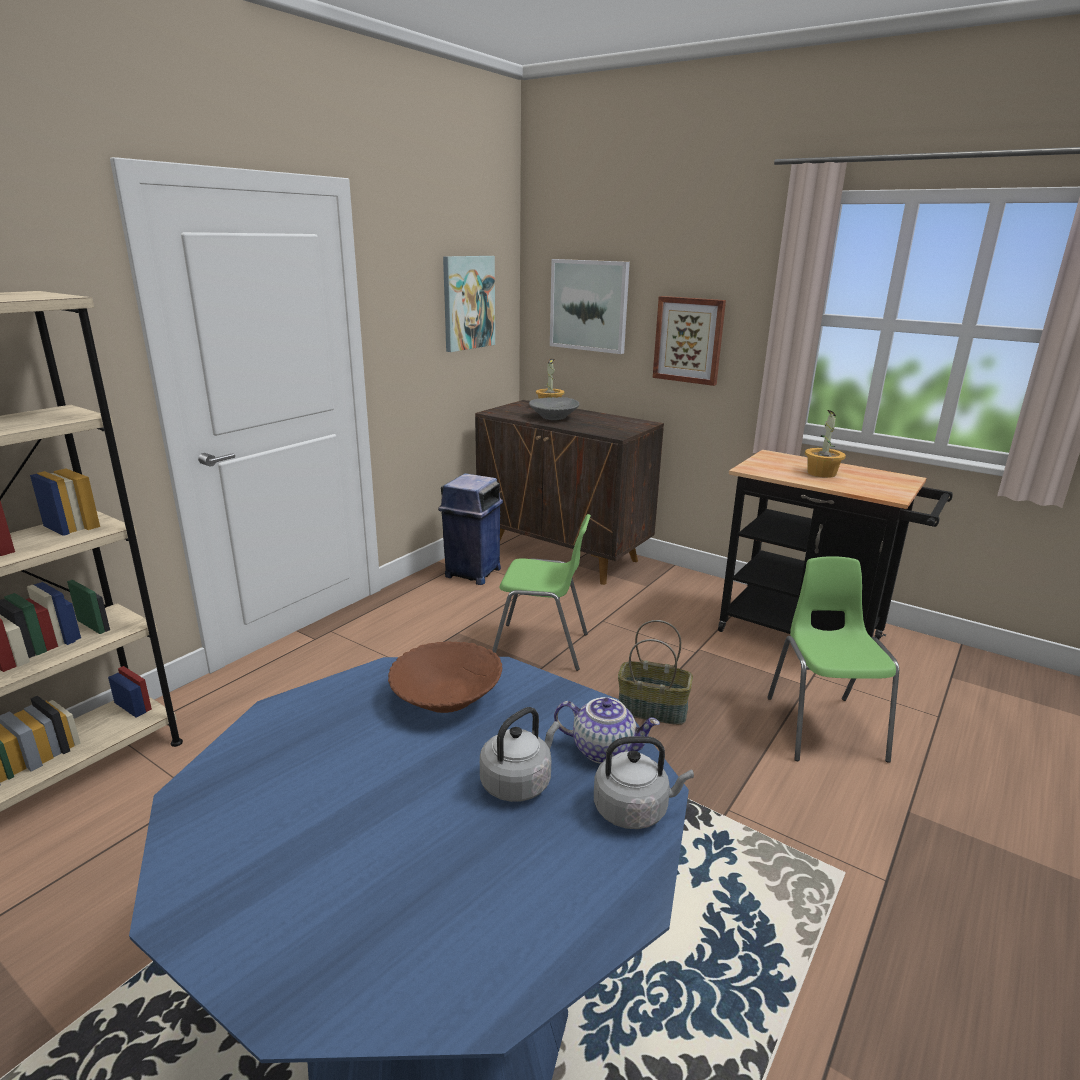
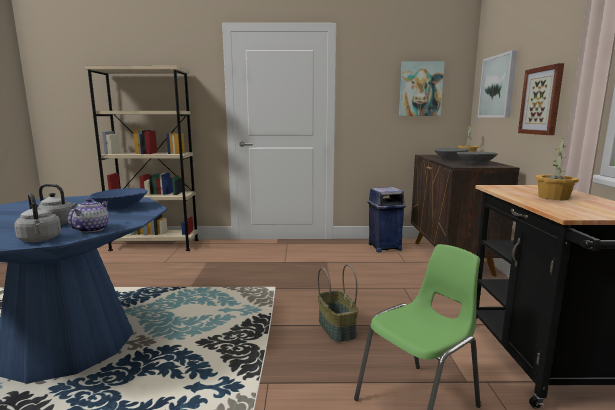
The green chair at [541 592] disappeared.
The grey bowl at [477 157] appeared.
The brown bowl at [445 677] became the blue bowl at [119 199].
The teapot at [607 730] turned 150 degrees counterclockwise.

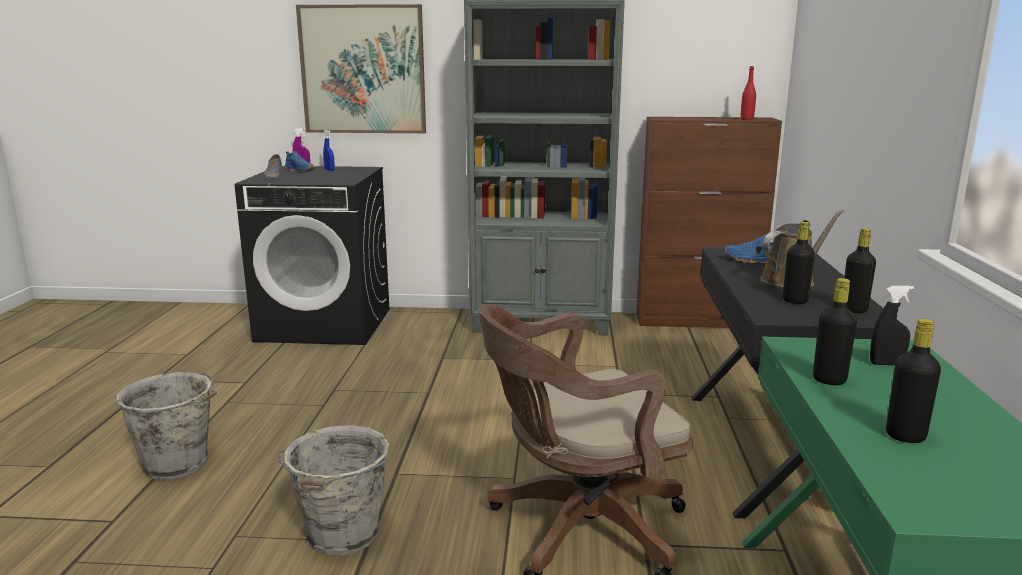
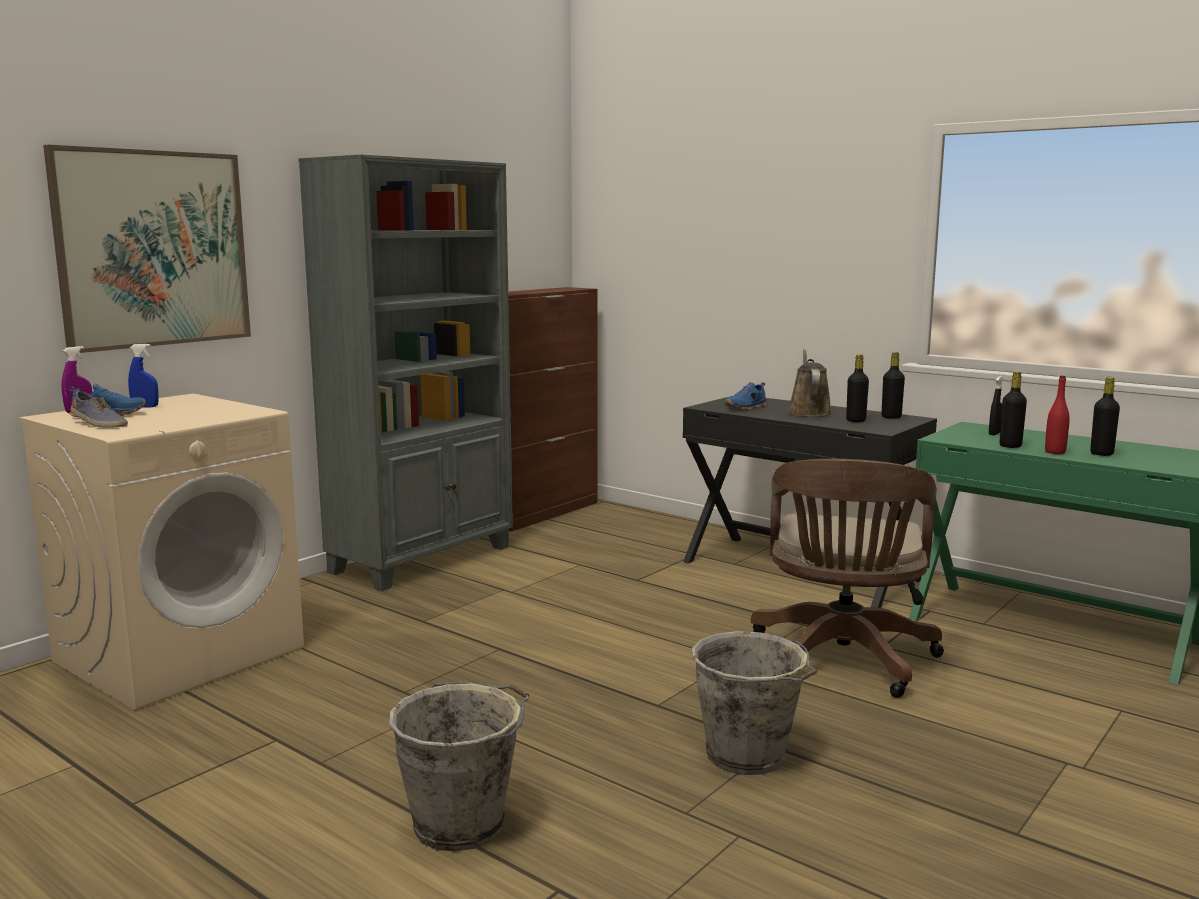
The red bottle moved from [748 93] to [1057 415].
The black washing machine at [312 255] became the beige washing machine at [161 551].

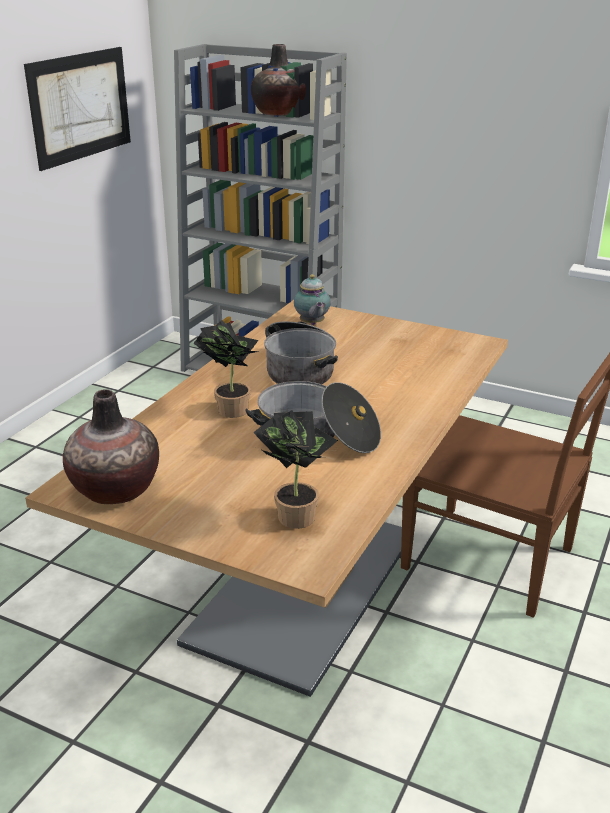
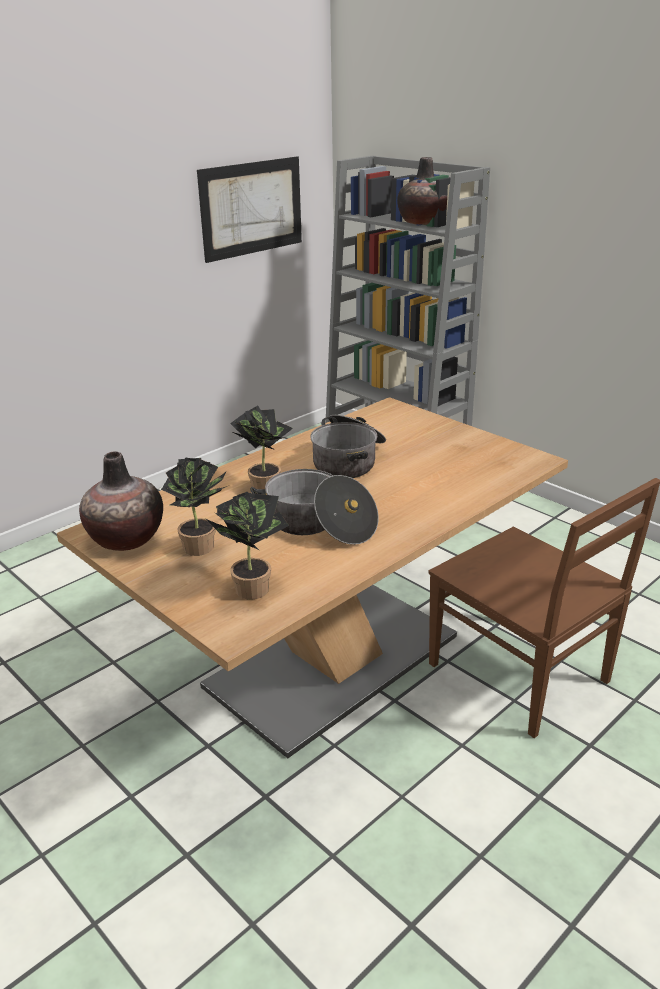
The teapot at [312 299] disappeared.
The potted plant at [194 507] appeared.

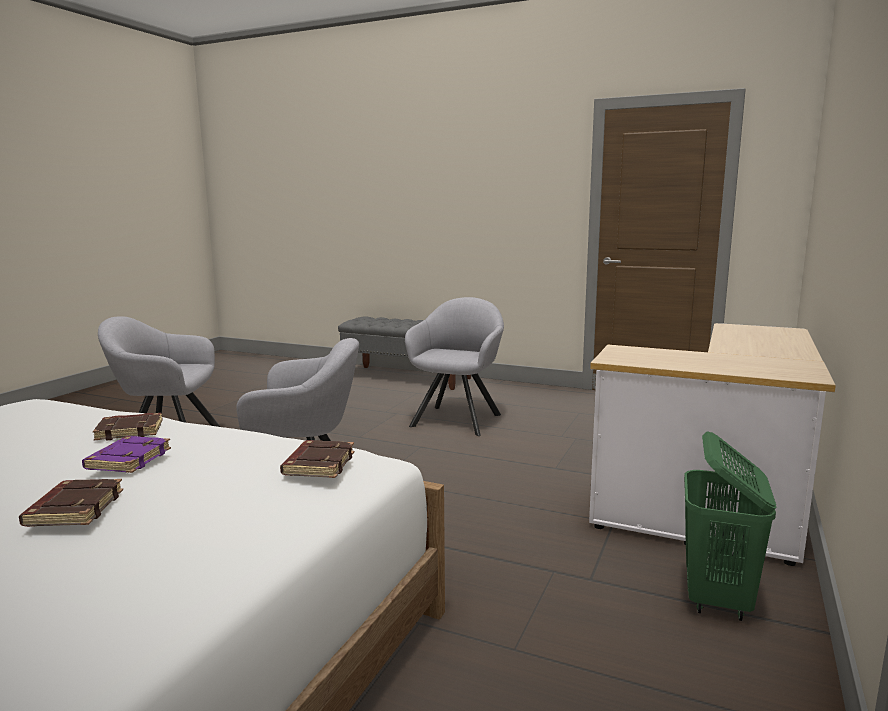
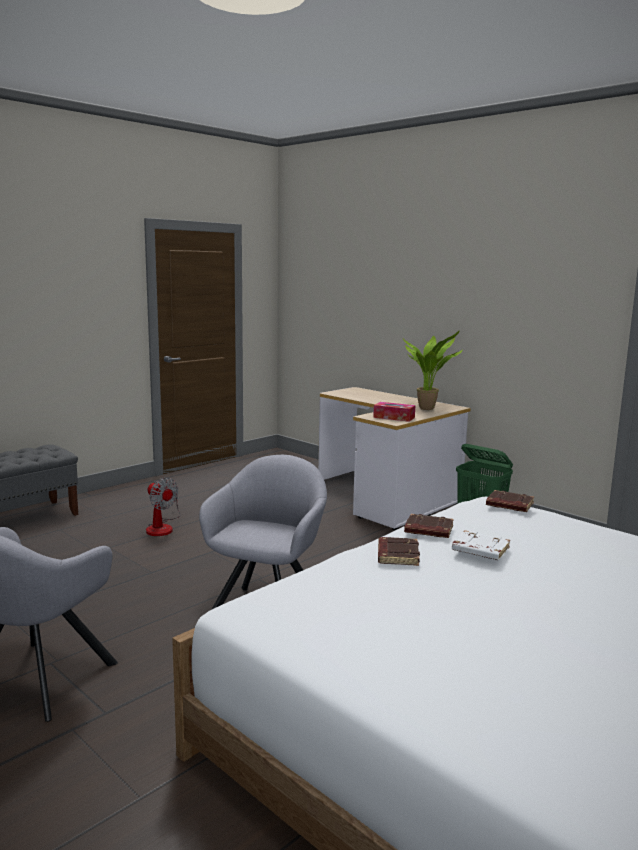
The tissue box at [394 412] appeared.
The potted plant at [433 370] appeared.
The brown book moved from [71 503] to [429 526].
The grey armchair at [454 366] was replaced by the fan at [163 506].
The purple book at [126 454] became the white book at [481 545].

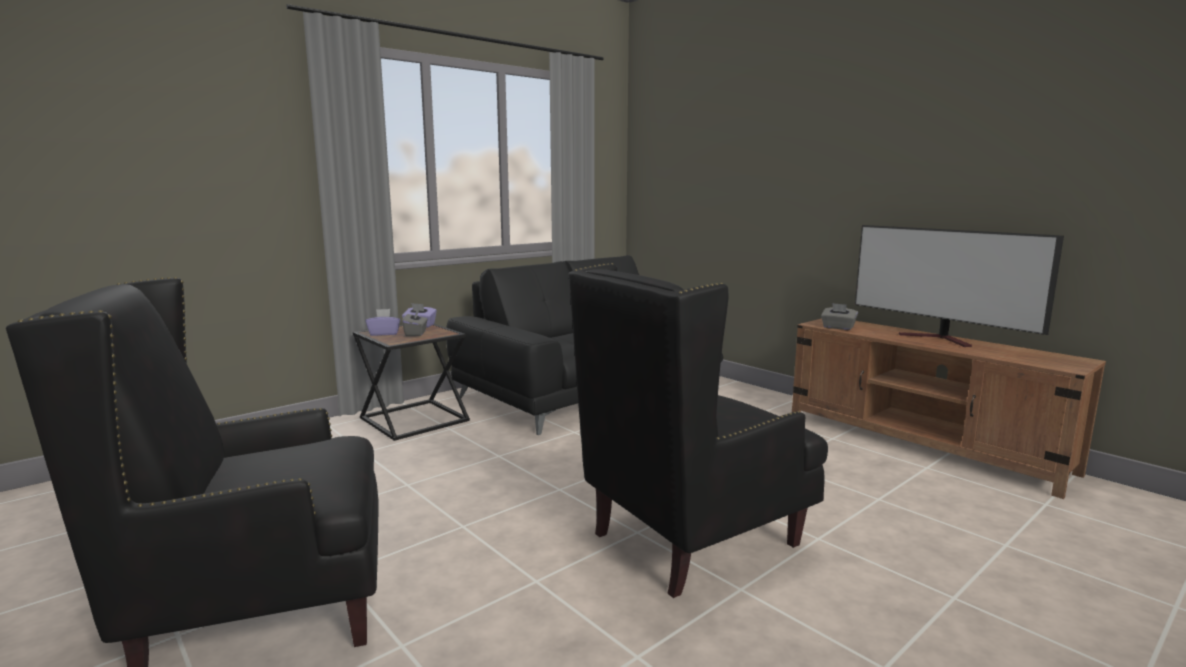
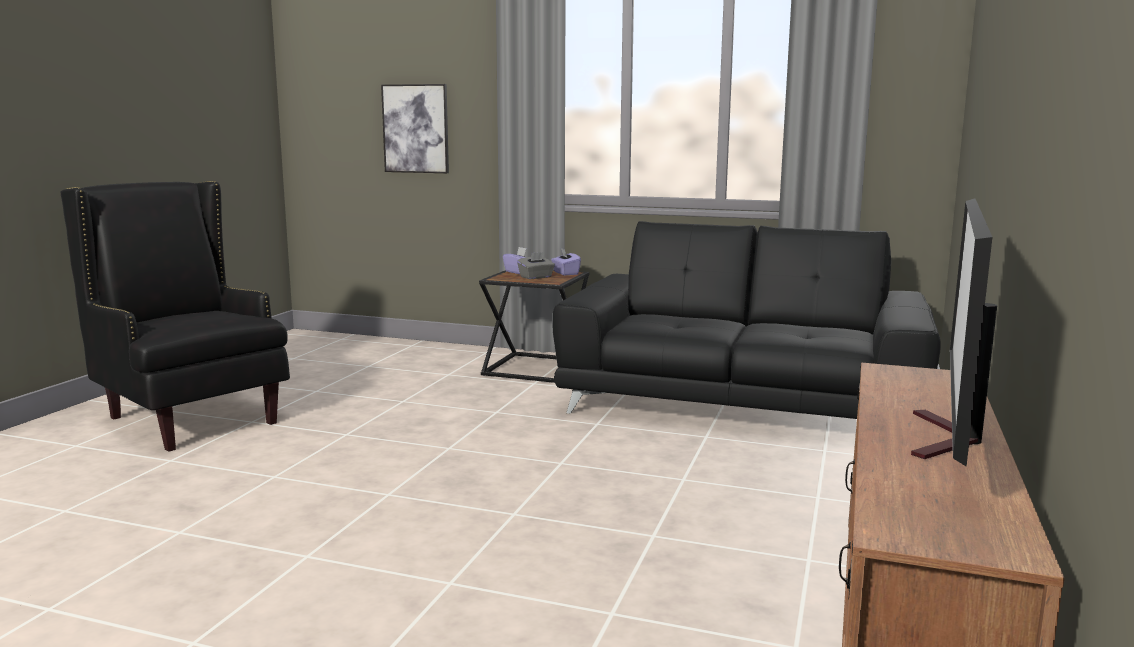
The black armchair at [698 430] disappeared.
The grey tissue box at [839 316] disappeared.
The picture at [415 128] appeared.

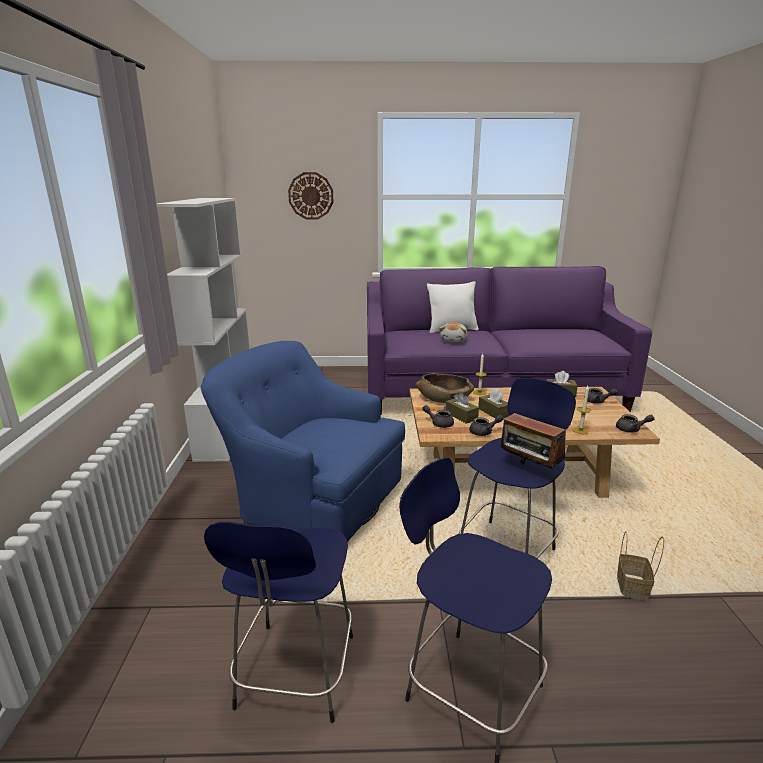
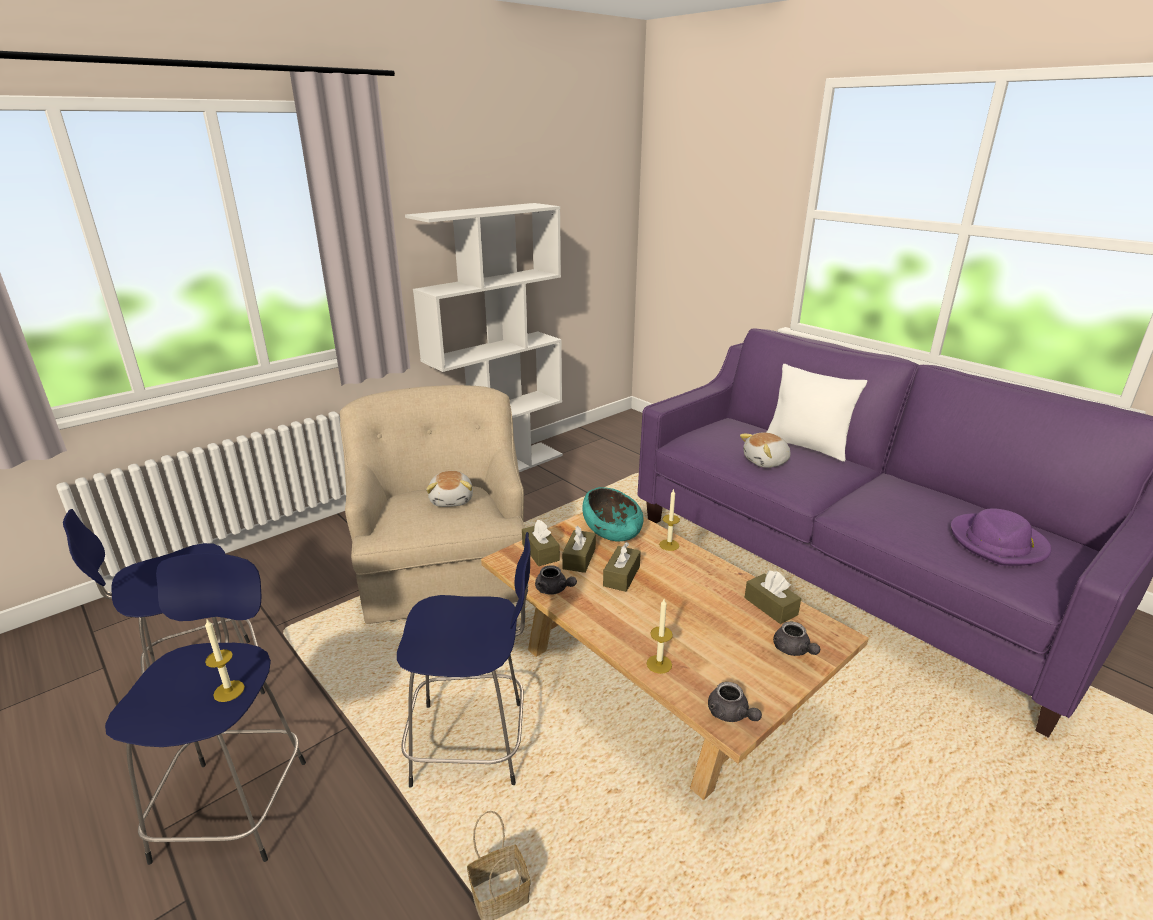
The wall clock at [310 196] disappeared.
The radio at [533 438] disappeared.
The candle at [225 661] appeared.
The plush toy at [449 489] appeared.
The purple hat at [1001 537] appeared.
The grey teapot at [438 416] was replaced by the brown tissue box at [541 543].
The blue armchair at [303 441] became the beige armchair at [432 504].
The brown bowl at [445 388] became the turquoise bowl at [612 514].

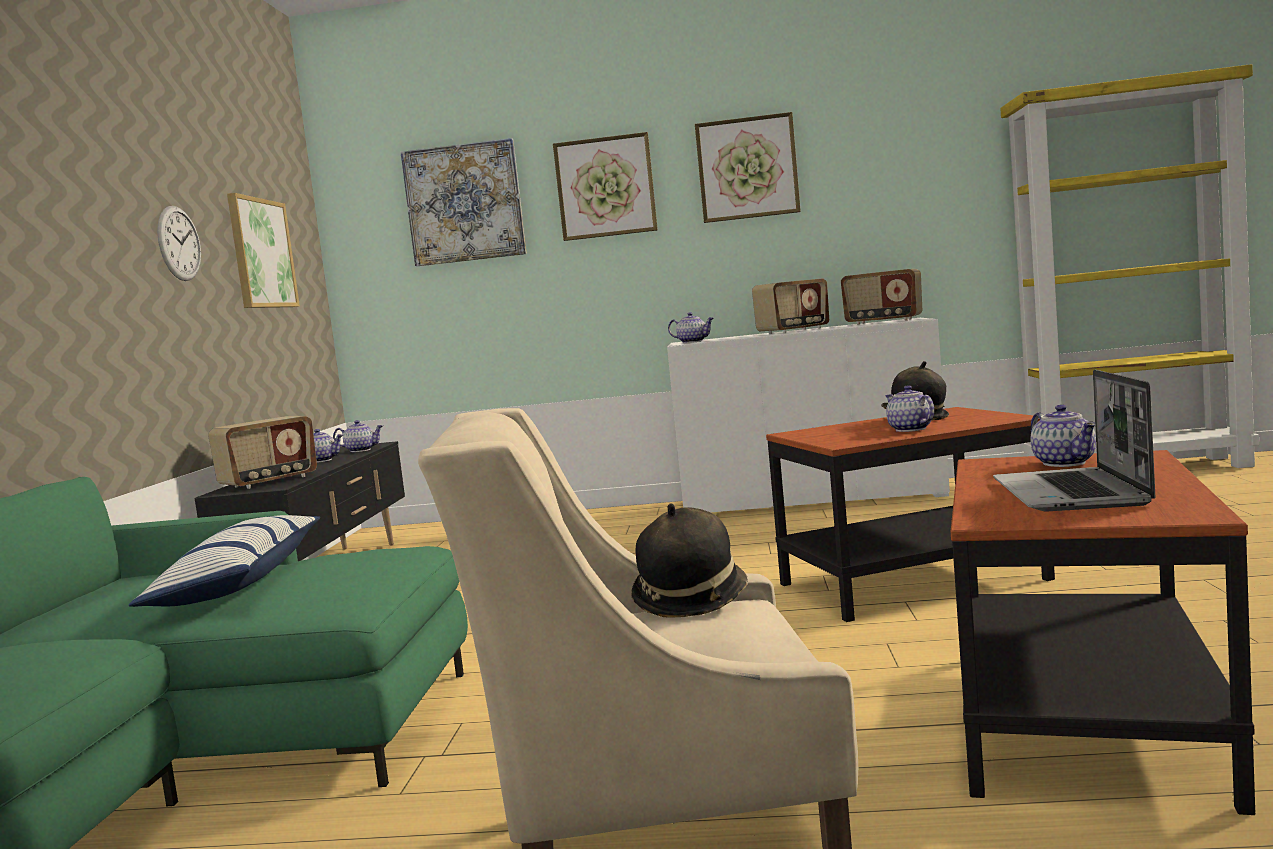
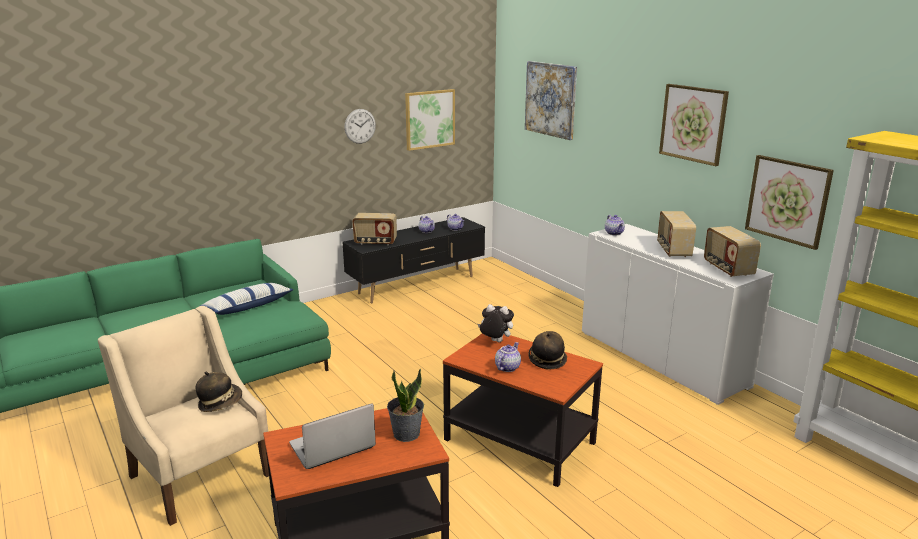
The plush toy at [496 323] appeared.
The picture moved from [605 186] to [789 202].
The teapot at [1063 436] was replaced by the potted plant at [405 405].
The radio at [790 306] turned 75 degrees clockwise.

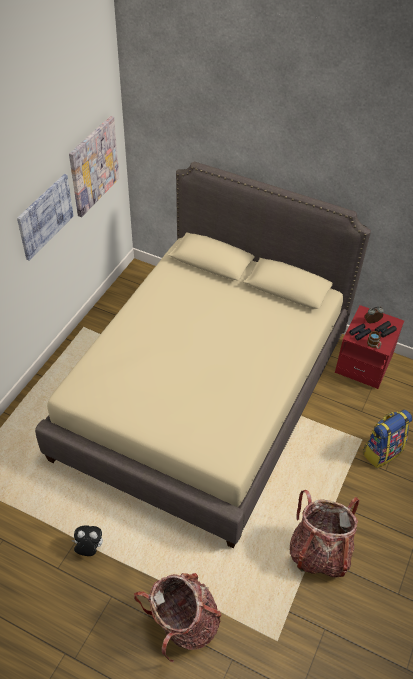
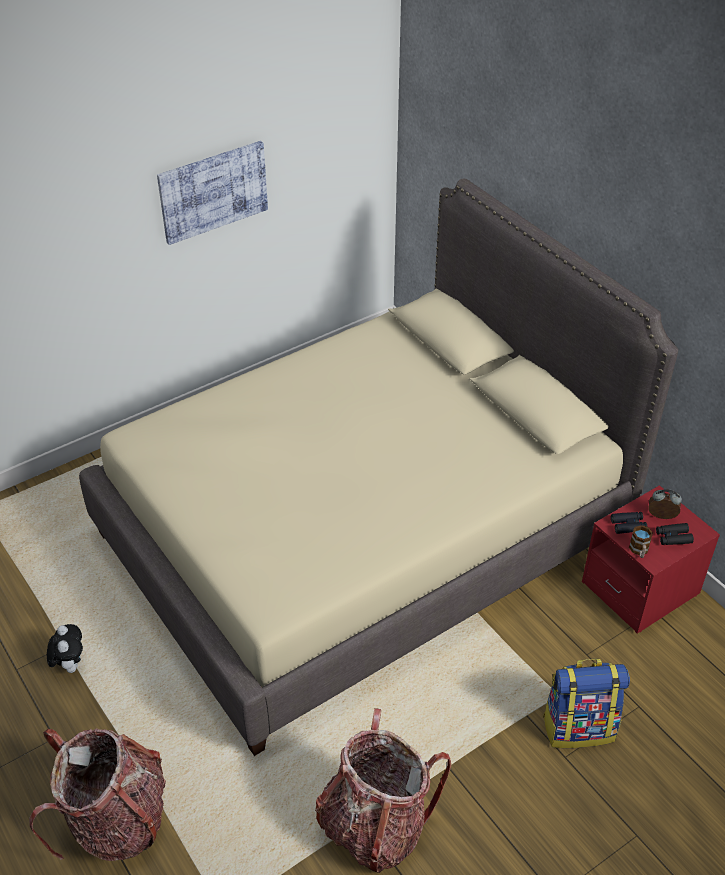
The picture at [94 166] disappeared.
The plush toy at [87 540] turned 45 degrees clockwise.

